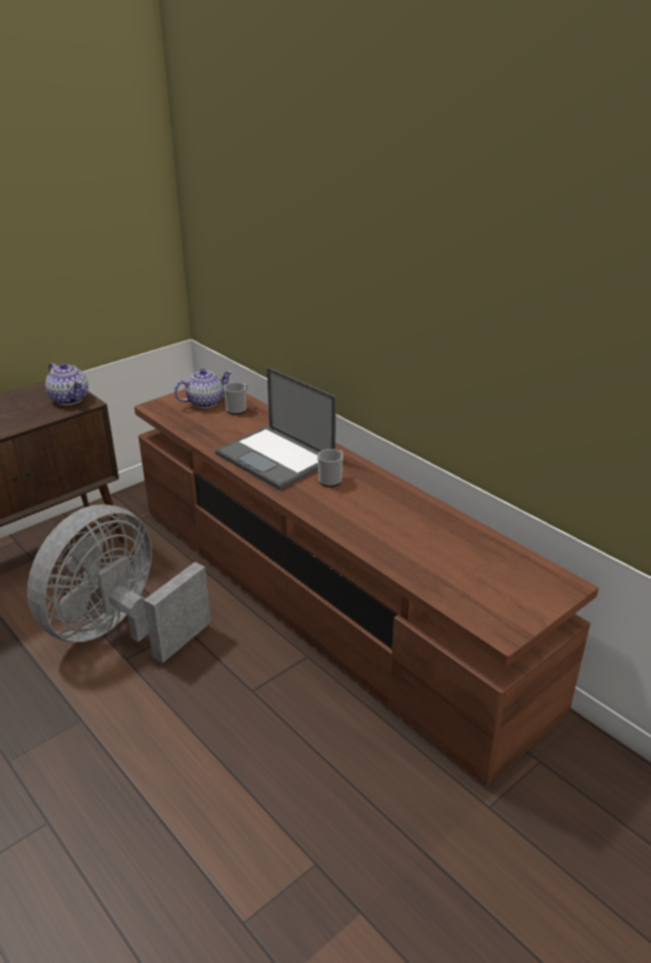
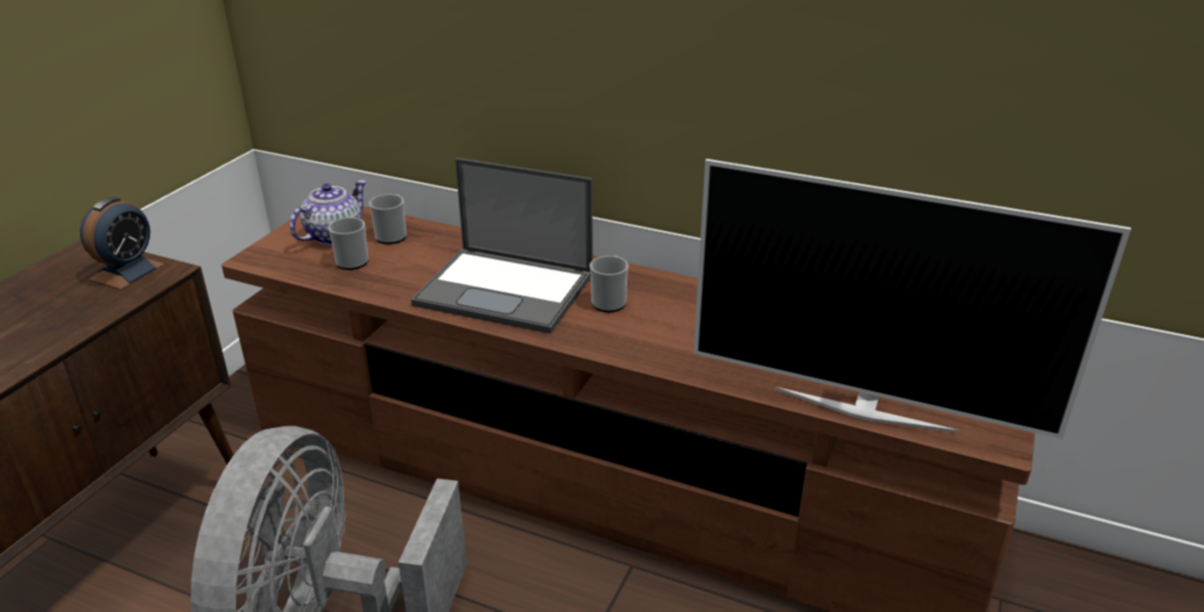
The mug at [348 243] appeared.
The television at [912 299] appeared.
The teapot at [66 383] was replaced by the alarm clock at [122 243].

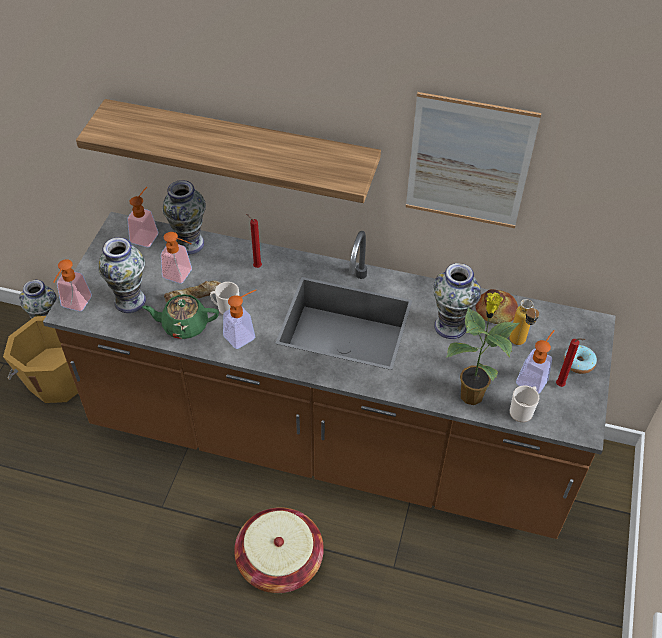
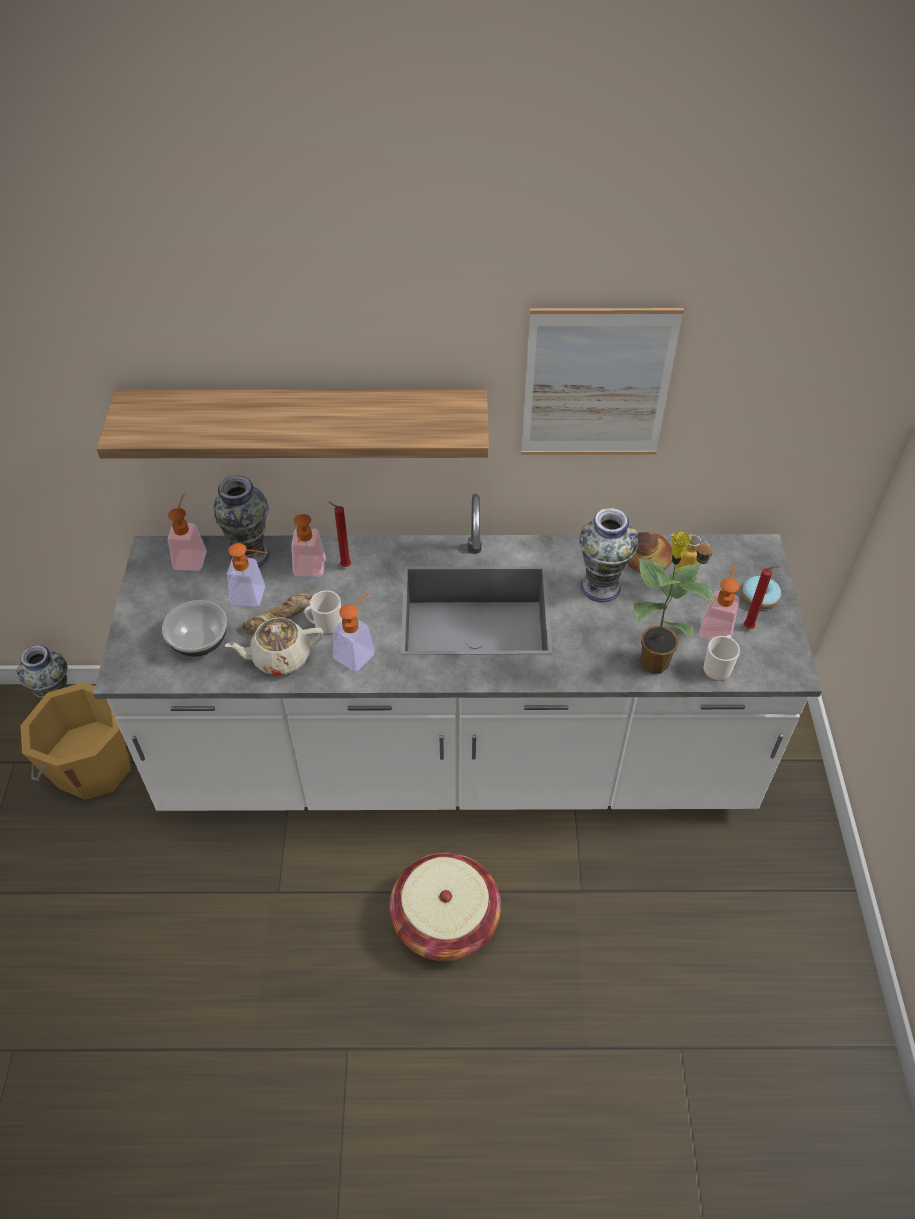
The soap dispenser moved from [72 285] to [309 545].
The vase at [122 275] was replaced by the bowl at [194 628].
The brown counter at [329 375] became the white counter at [457 652].
The green teapot at [180 316] became the beige teapot at [274 646].

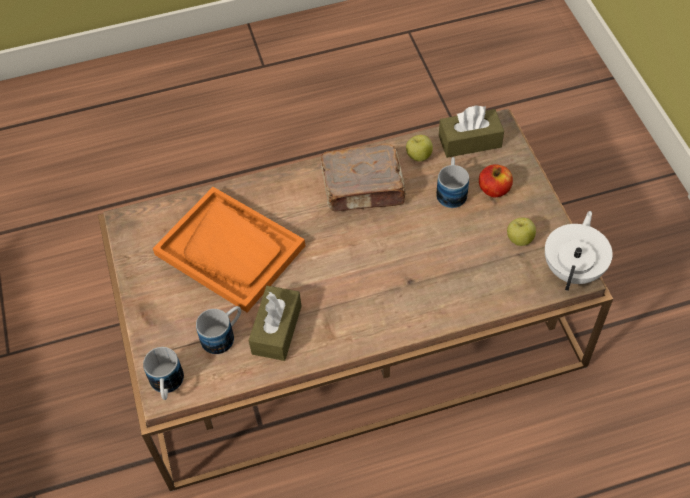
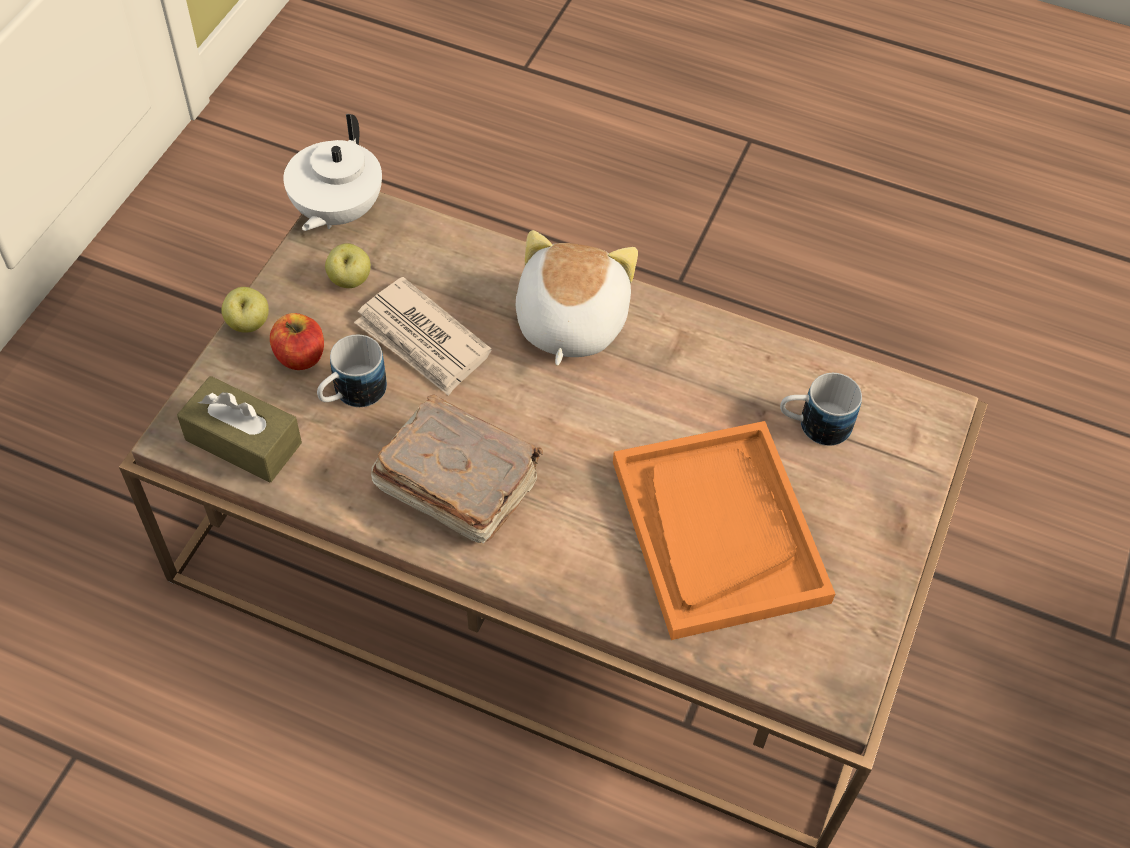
The mug at [163 373] disappeared.
The brown tissue box at [274 323] disappeared.
The newspaper at [423 336] appeared.
The plush toy at [577 298] appeared.
The apple moved from [419 148] to [245 310].
The white teapot at [579 251] turned 45 degrees counterclockwise.

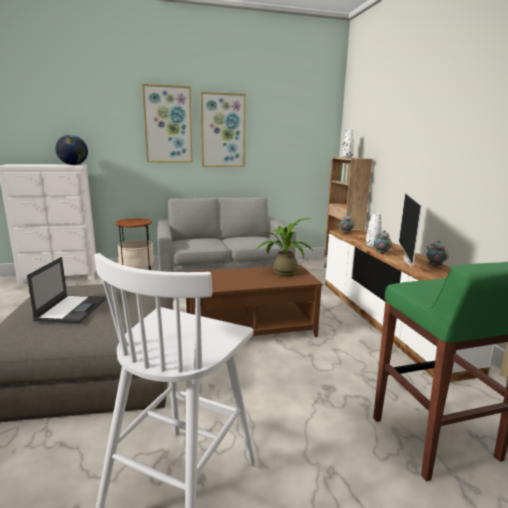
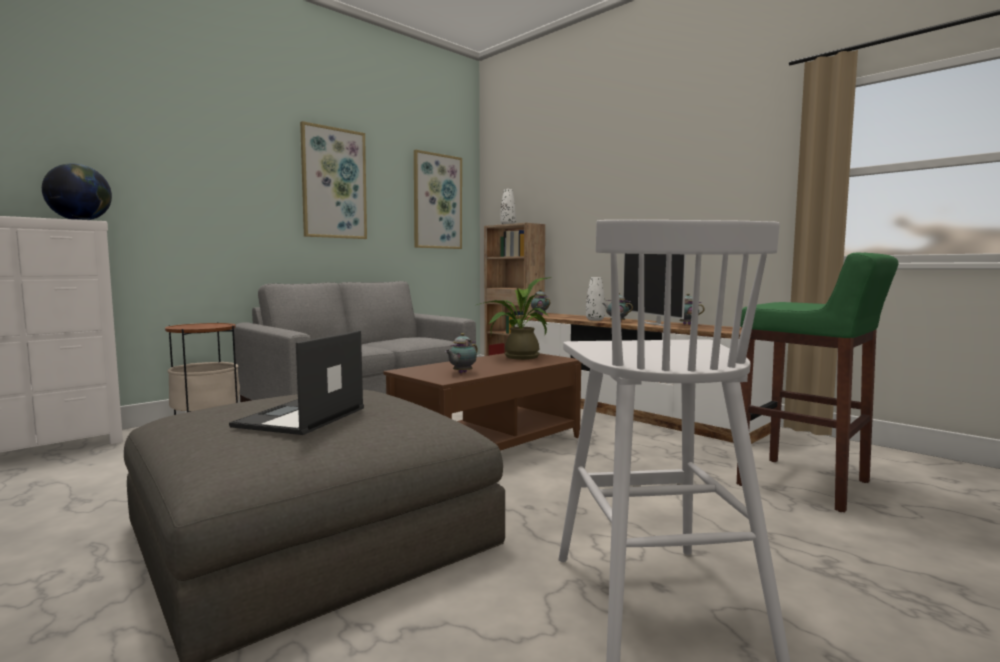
The teapot at [461 353] appeared.
The picture moved from [167 123] to [438 199].
The laptop at [66 290] turned 135 degrees counterclockwise.

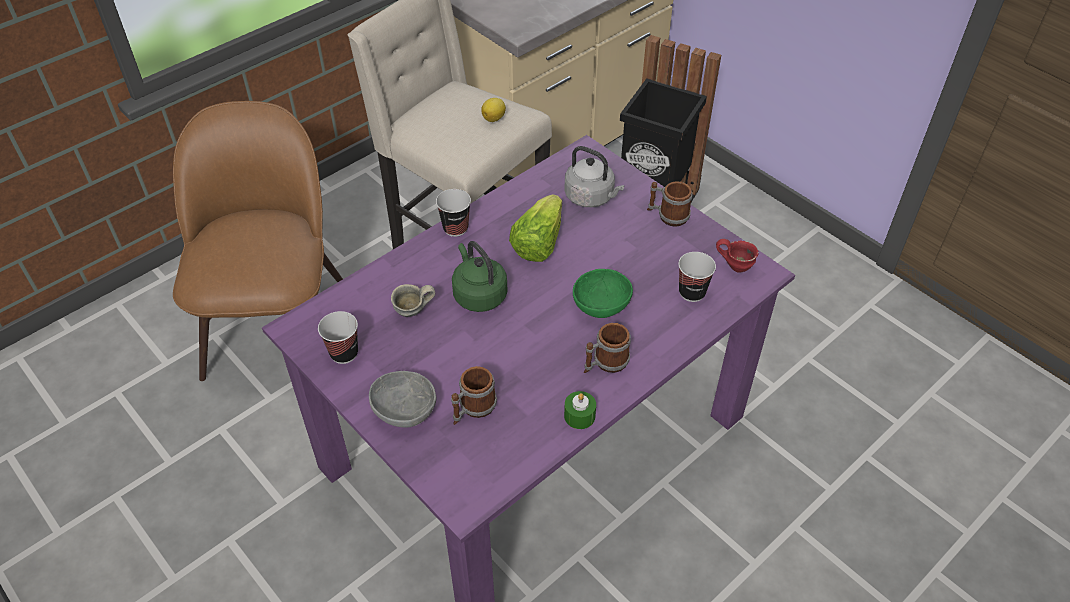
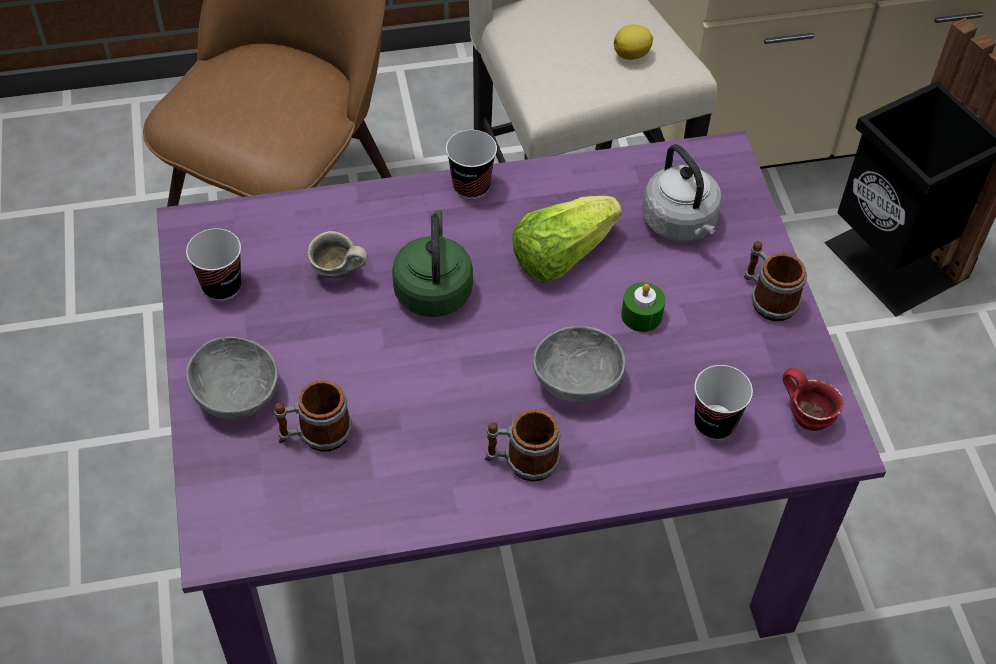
The green candle moved from [580 410] to [643 307].
The green bowl at [603 293] became the grey bowl at [579 364].

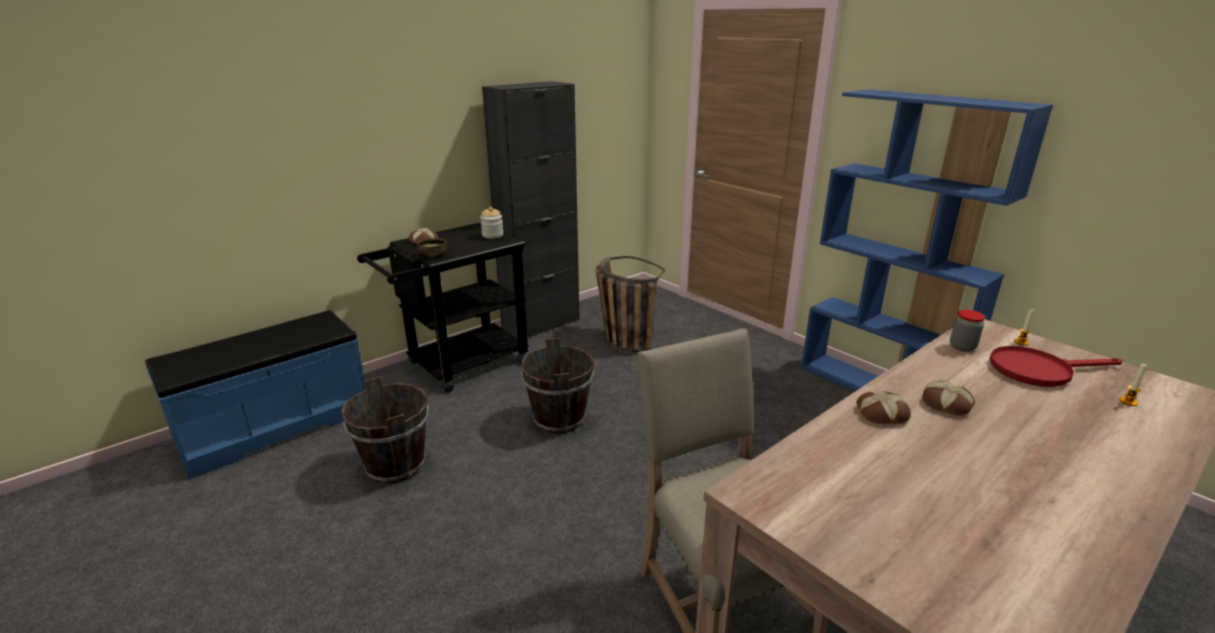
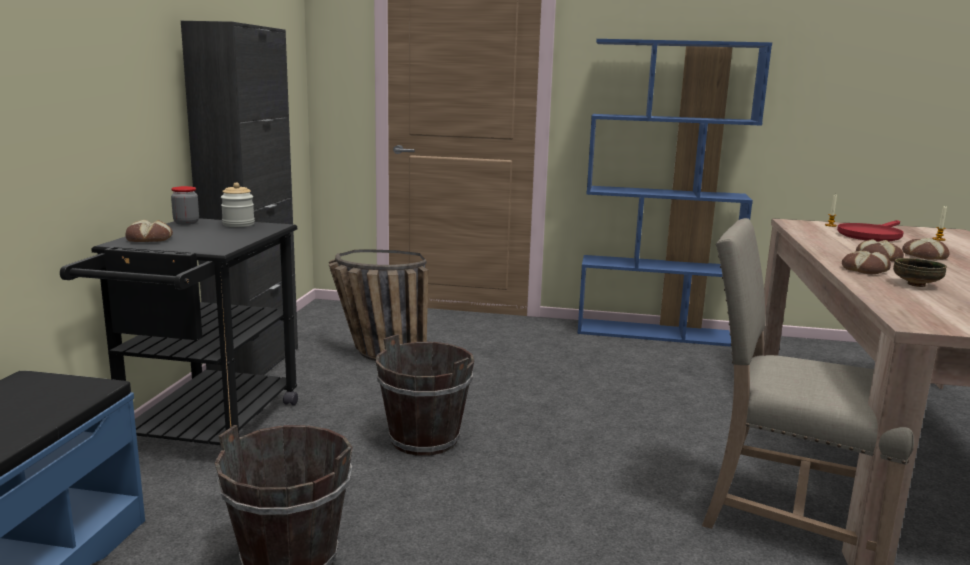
The bread at [926 249] appeared.
The bowl moved from [432 247] to [920 272].
The jar moved from [967 331] to [185 205].

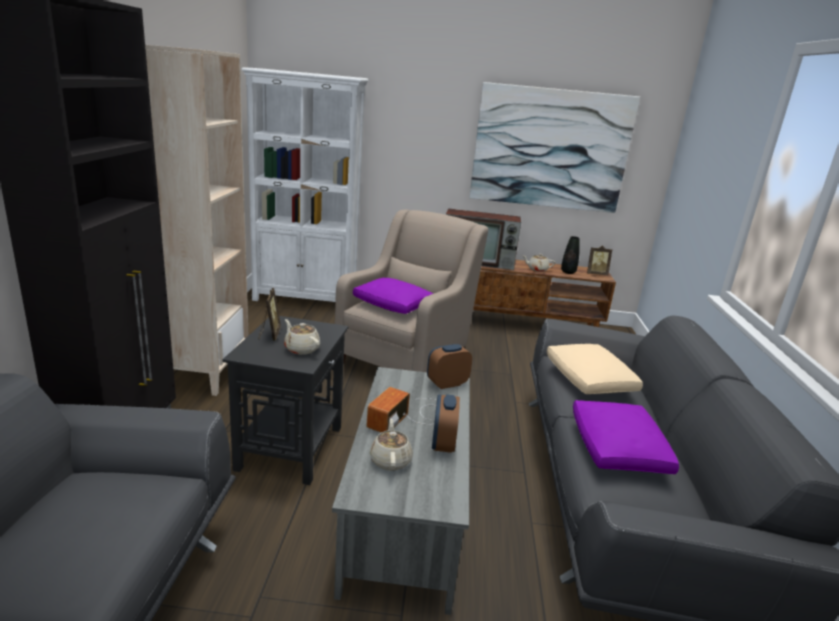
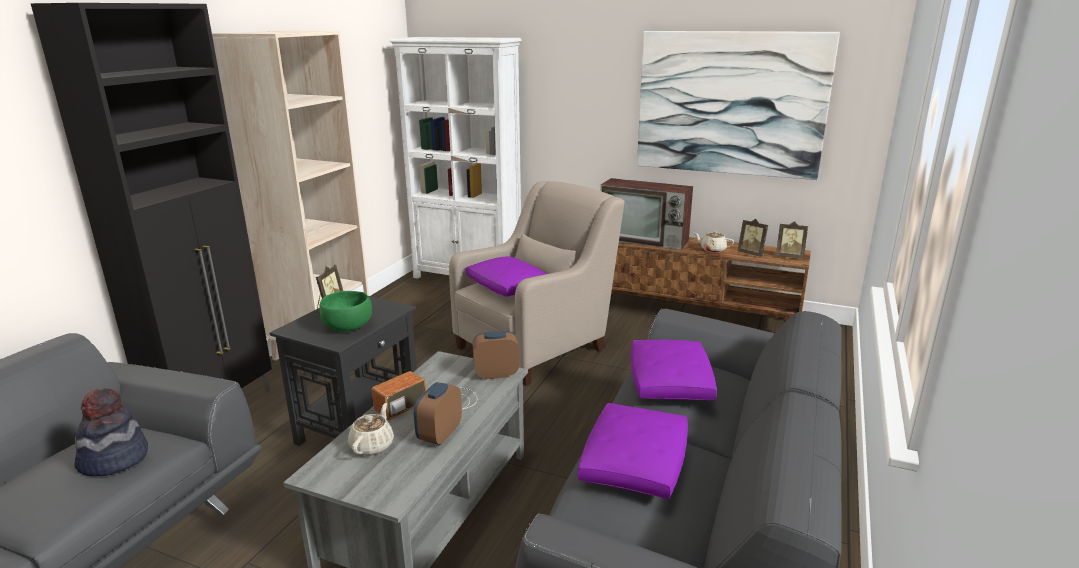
The hat at [111 432] appeared.
The beige teapot at [302 337] was replaced by the green bowl at [345 311].
The black vase at [570 255] was replaced by the picture frame at [752 238].
The beige pillow at [595 369] became the purple pillow at [674 370].

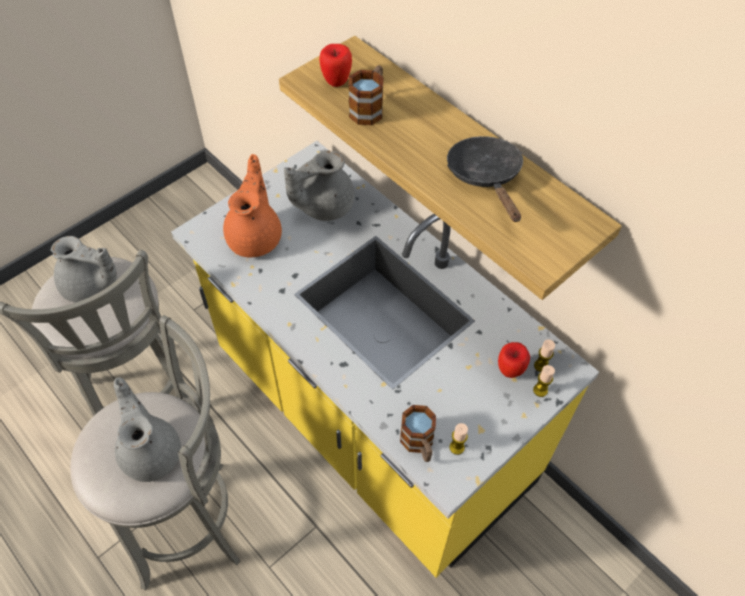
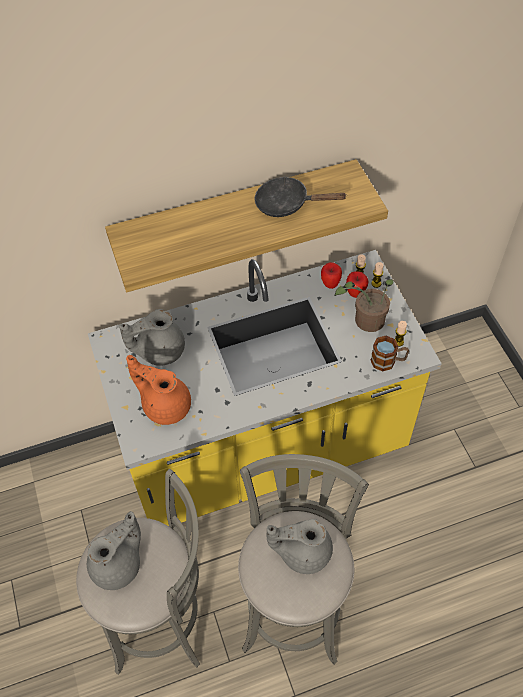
The mug at [366 95] disappeared.
The potted plant at [364 305] appeared.
The apple moved from [335 65] to [331 275].
The grey teapot at [319 185] turned 75 degrees clockwise.

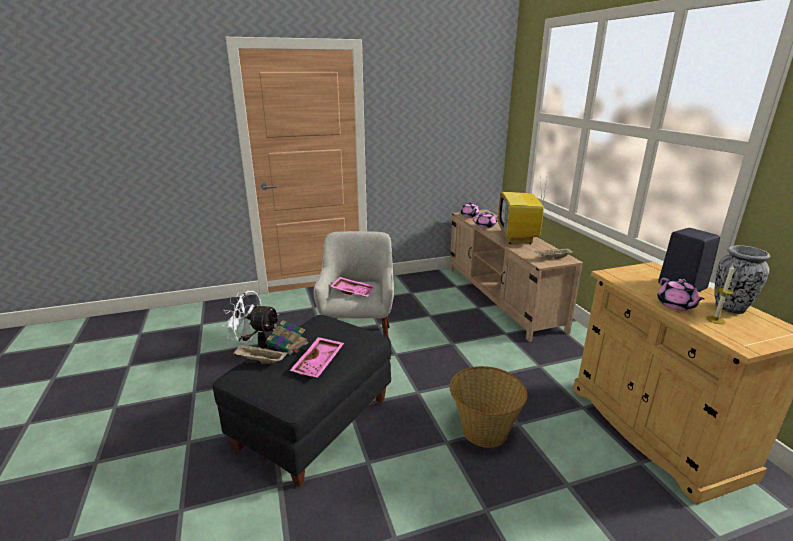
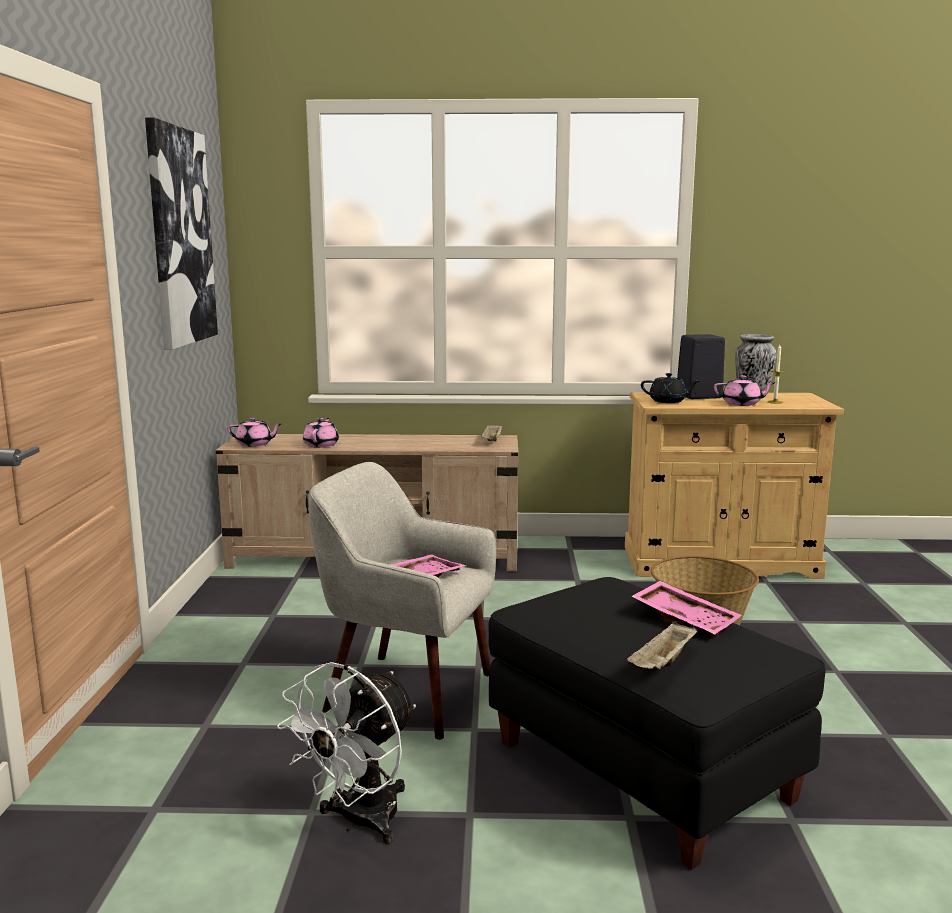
The book at [287 337] disappeared.
The television at [523 207] disappeared.
The picture at [181 233] appeared.
The black teapot at [670 388] appeared.

